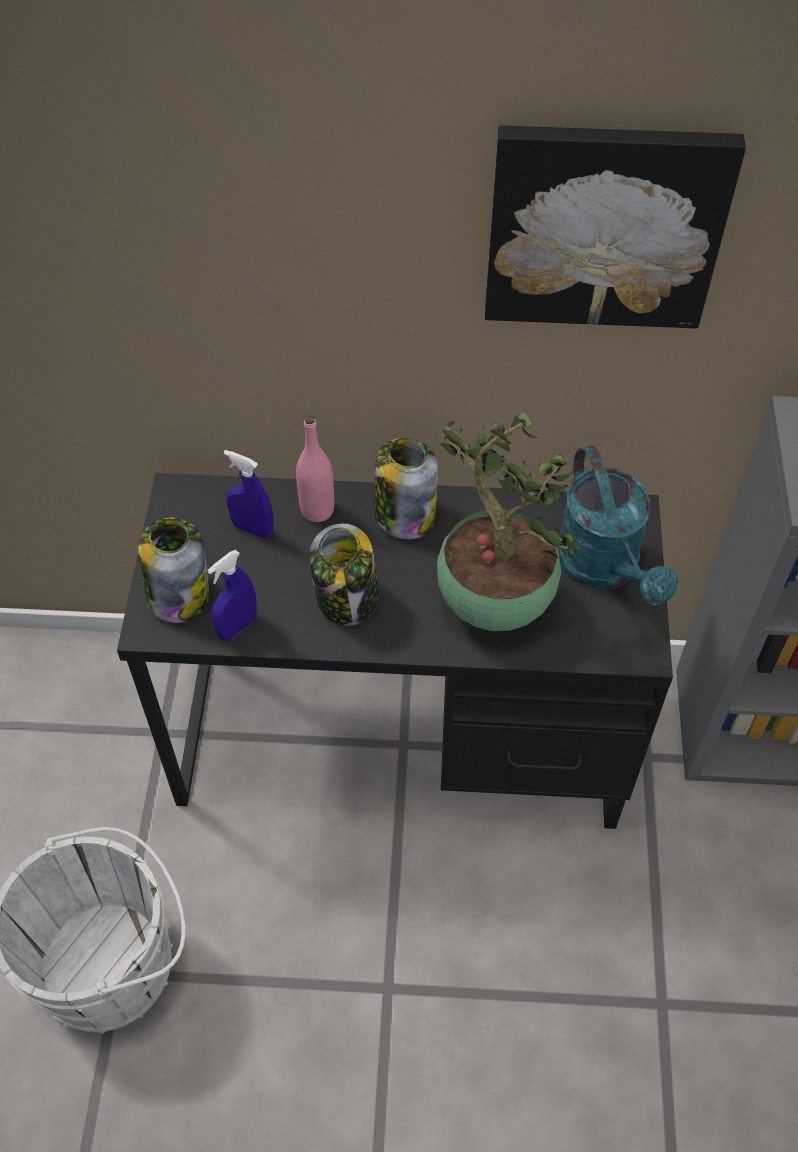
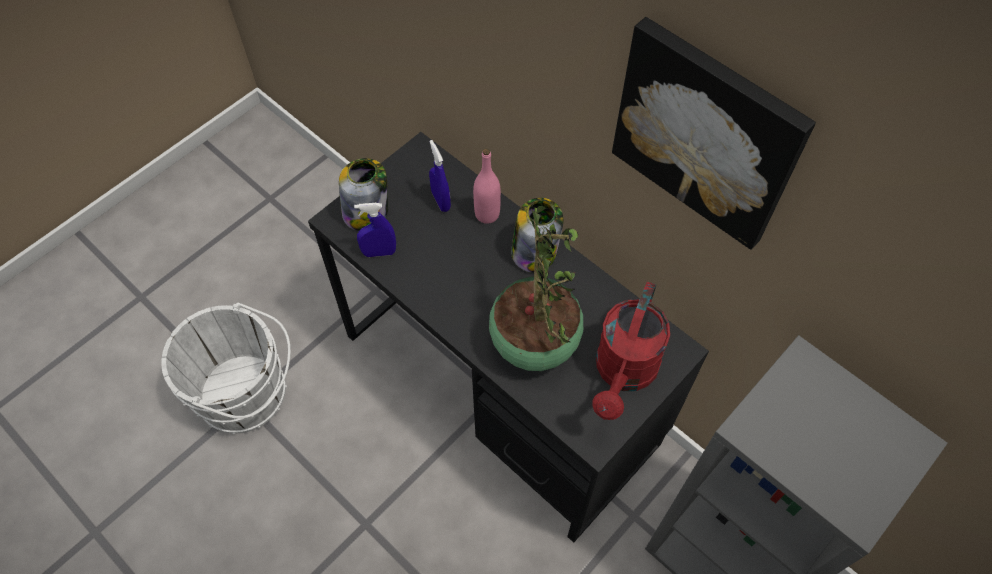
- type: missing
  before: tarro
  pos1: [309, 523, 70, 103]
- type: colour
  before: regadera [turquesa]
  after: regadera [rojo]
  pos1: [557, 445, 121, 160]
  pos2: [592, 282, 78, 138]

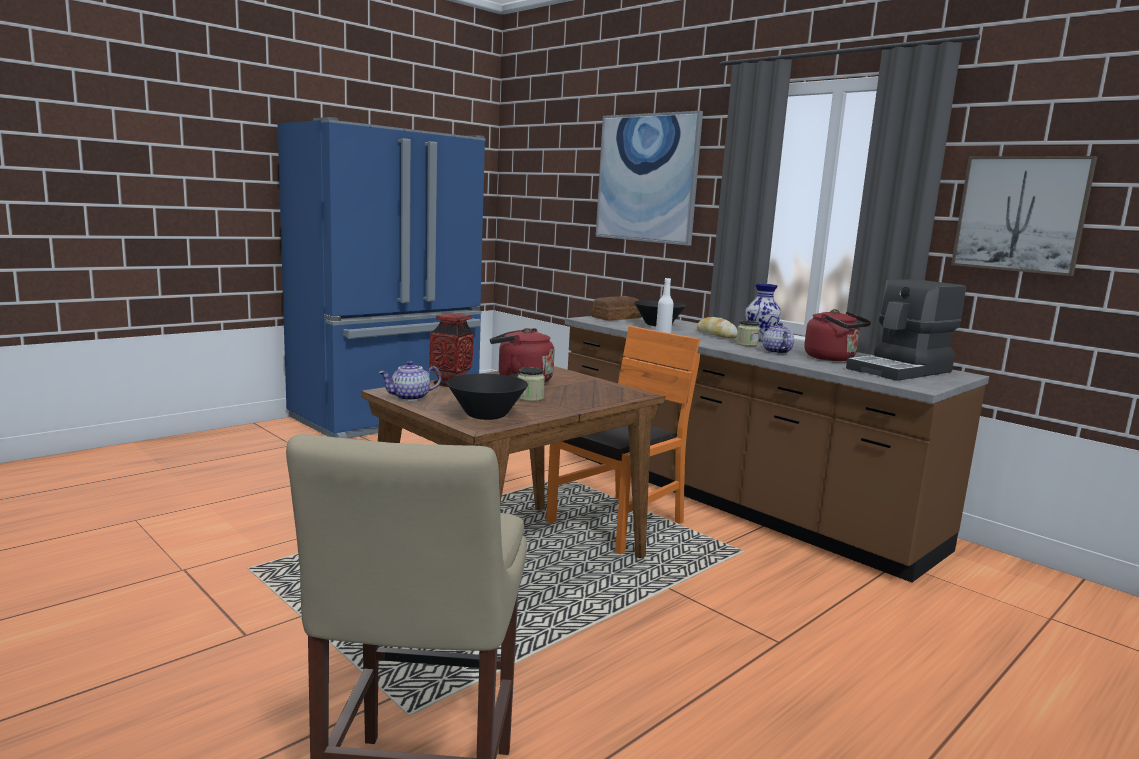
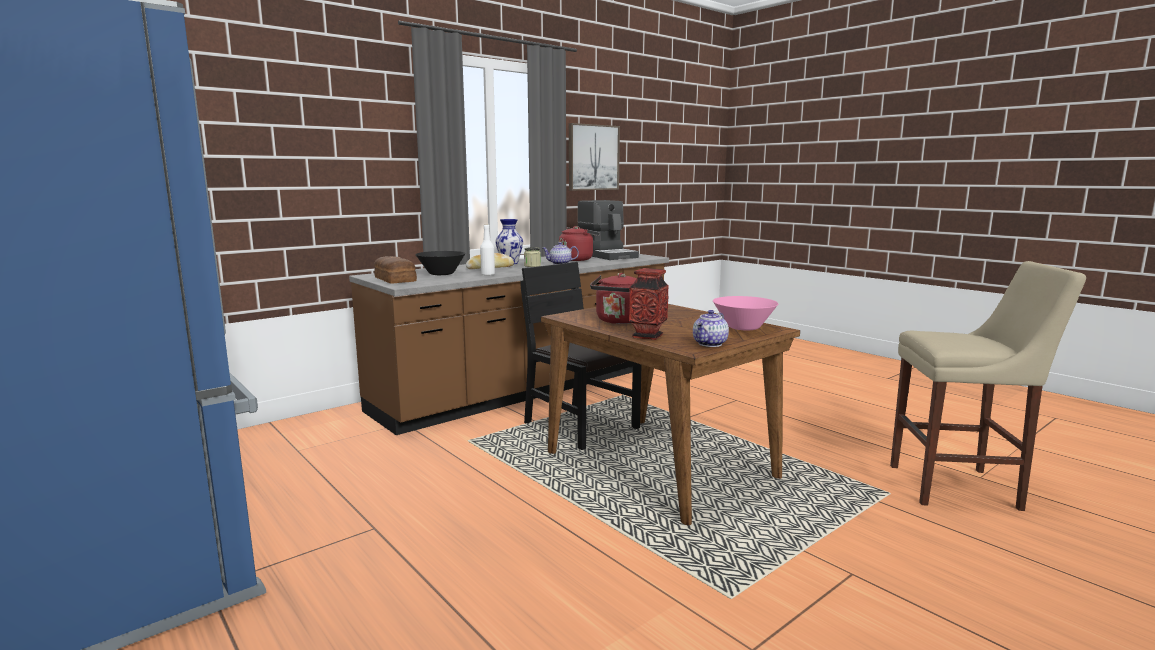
- type: spun
  before: tetera
  pos1: [378, 361, 63, 40]
  pos2: [693, 310, 36, 37]
  turn: 60
- type: colour
  before: cuenco [negro]
  after: cuenco [rosa]
  pos1: [446, 374, 82, 46]
  pos2: [713, 296, 65, 34]
- type: missing
  before: tarro
  pos1: [517, 367, 28, 34]
- type: colour
  before: silla [naranja]
  after: silla [negro]
  pos1: [546, 326, 154, 228]
  pos2: [520, 262, 122, 188]
- type: missing
  before: cuadro
  pos1: [596, 111, 107, 135]

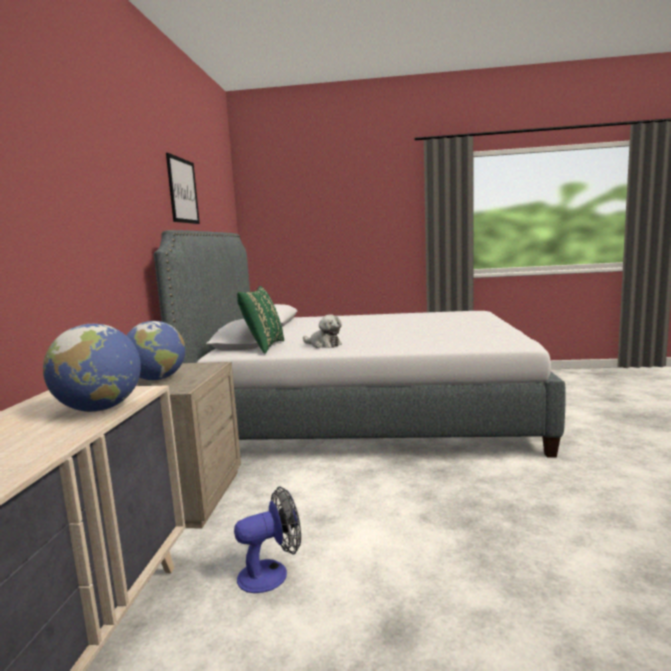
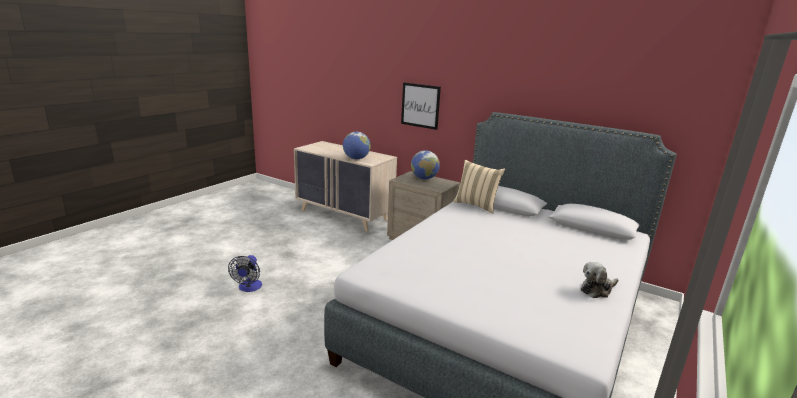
- type: relocated
  before: cuadro
  pos1: [166, 153, 34, 71]
  pos2: [401, 82, 40, 48]
- type: relocated
  before: ventilador
  pos1: [234, 487, 67, 106]
  pos2: [228, 255, 34, 37]
- type: colour
  before: cojín [verde]
  after: cojín [beis]
  pos1: [237, 286, 47, 68]
  pos2: [453, 160, 52, 54]
- type: relocated
  before: peluche
  pos1: [303, 314, 39, 34]
  pos2: [581, 262, 38, 36]

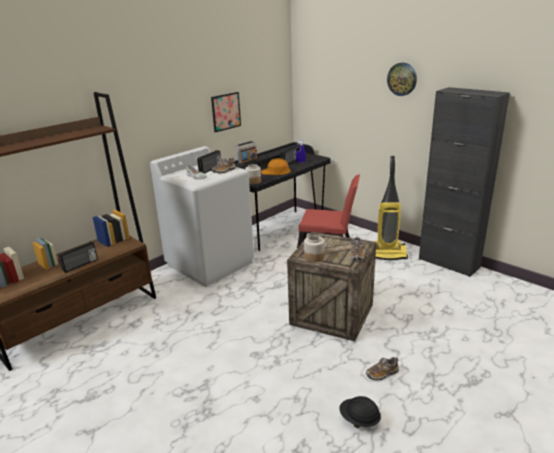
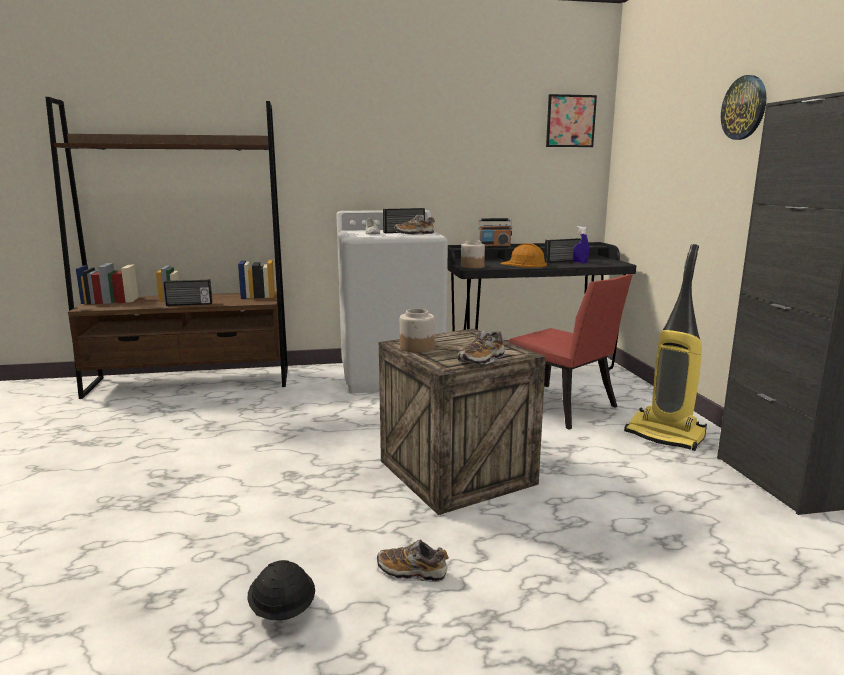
- type: relocated
  before: cuadro
  pos1: [211, 92, 30, 40]
  pos2: [546, 94, 51, 53]

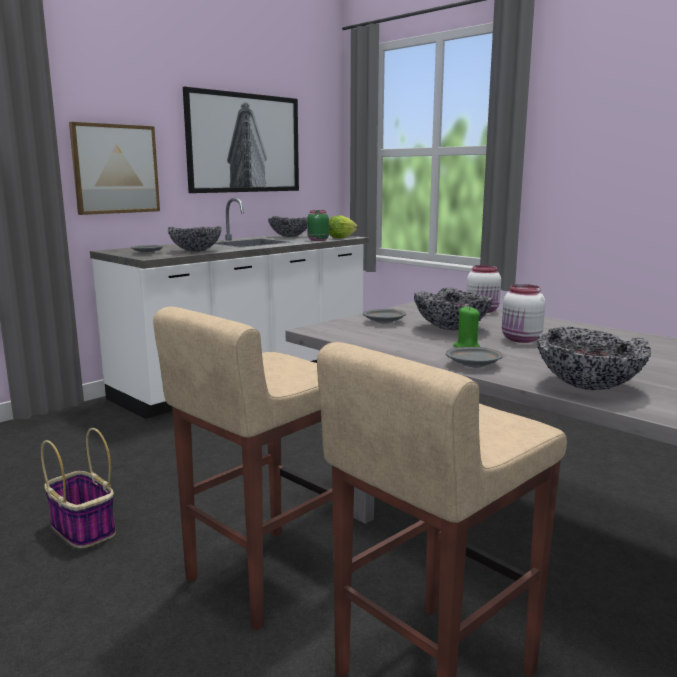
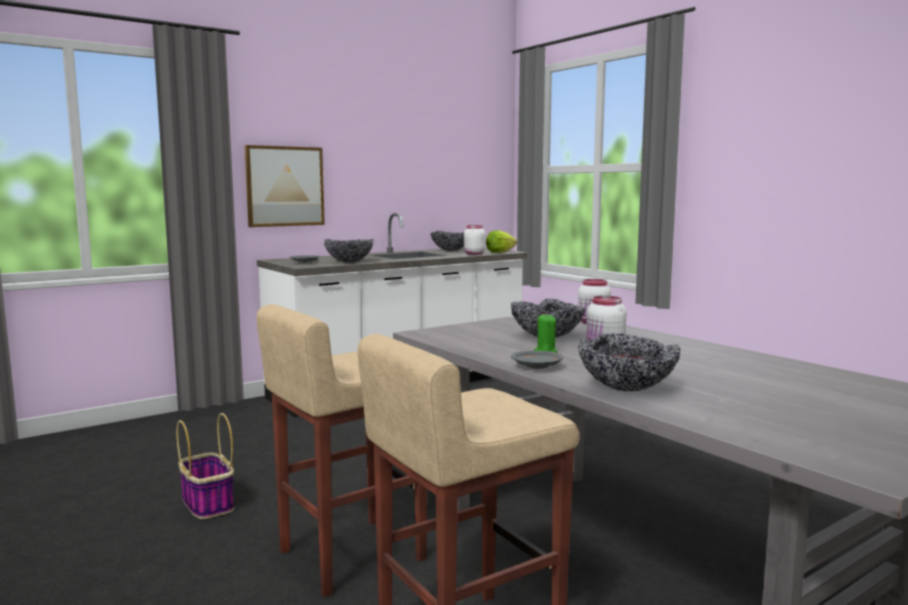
- type: missing
  before: cuadro
  pos1: [183, 86, 116, 107]
- type: colour
  before: tarro [verde]
  after: tarro [blanco]
  pos1: [307, 210, 22, 31]
  pos2: [464, 225, 21, 30]
- type: missing
  before: plato [gris]
  pos1: [363, 309, 43, 15]

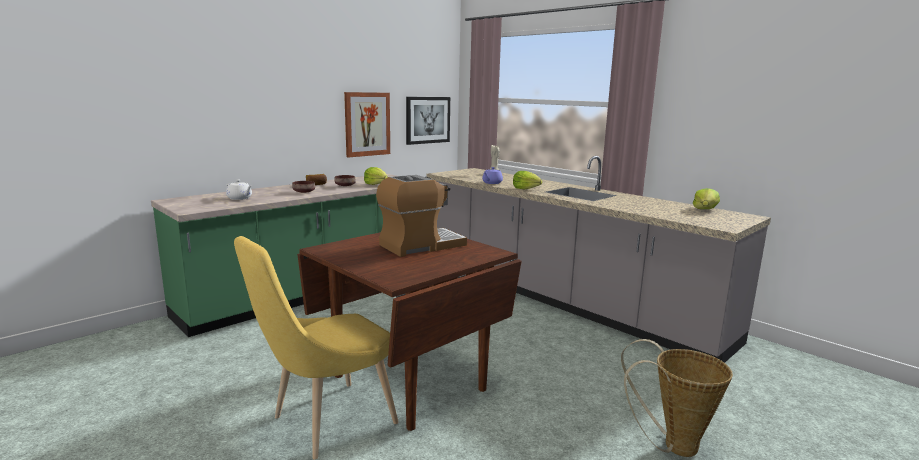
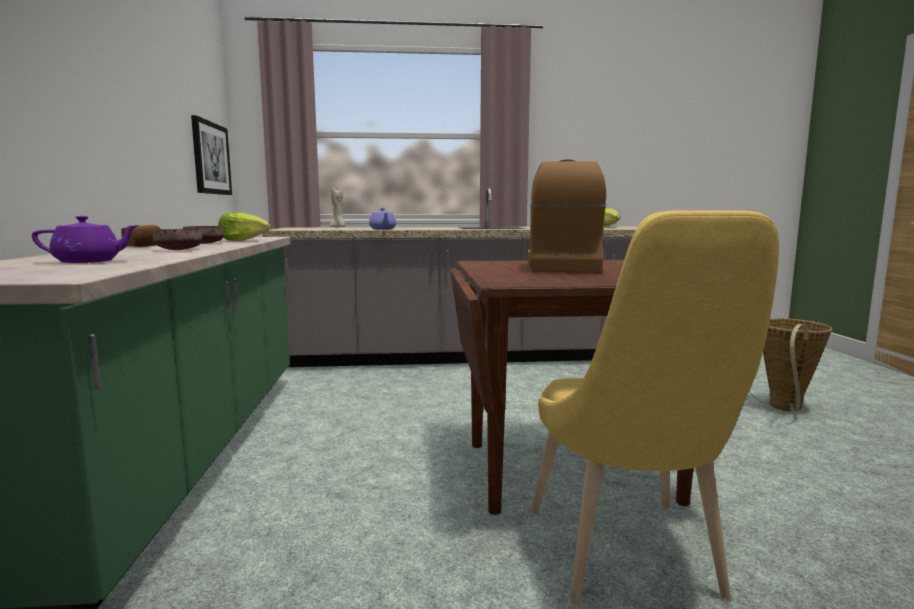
- type: colour
  before: tetera [blanco]
  after: tetera [morado]
  pos1: [226, 180, 26, 20]
  pos2: [32, 216, 107, 47]
- type: missing
  before: cuadro
  pos1: [344, 92, 46, 66]
- type: missing
  before: lechuga
  pos1: [513, 171, 30, 18]

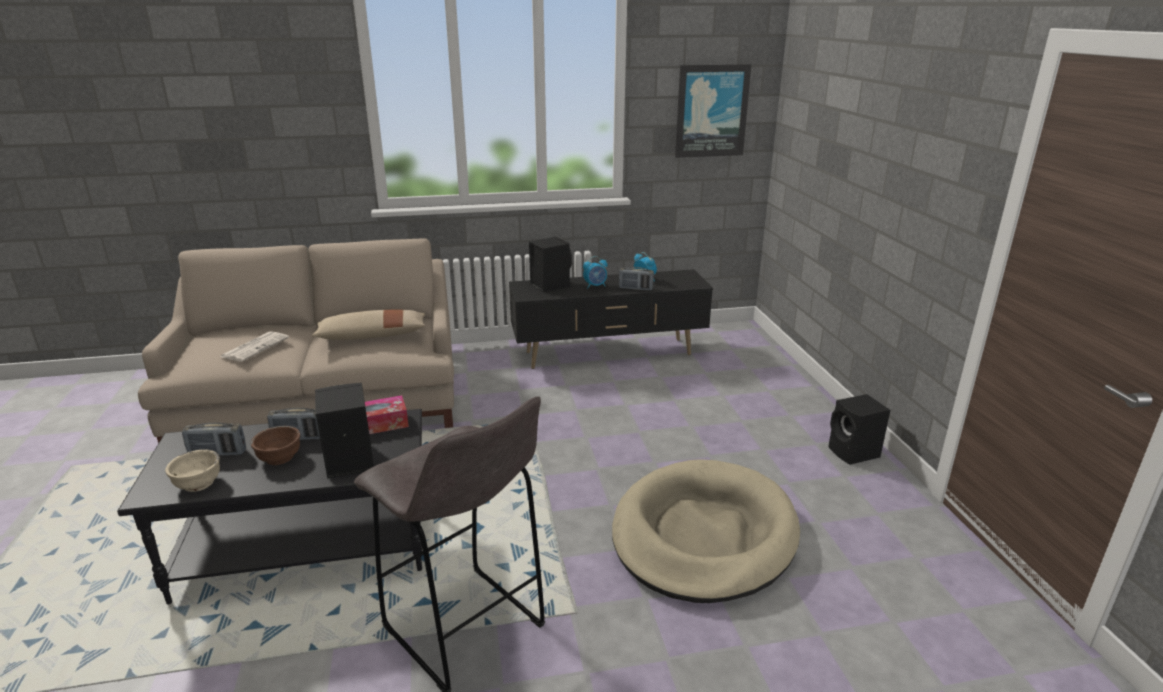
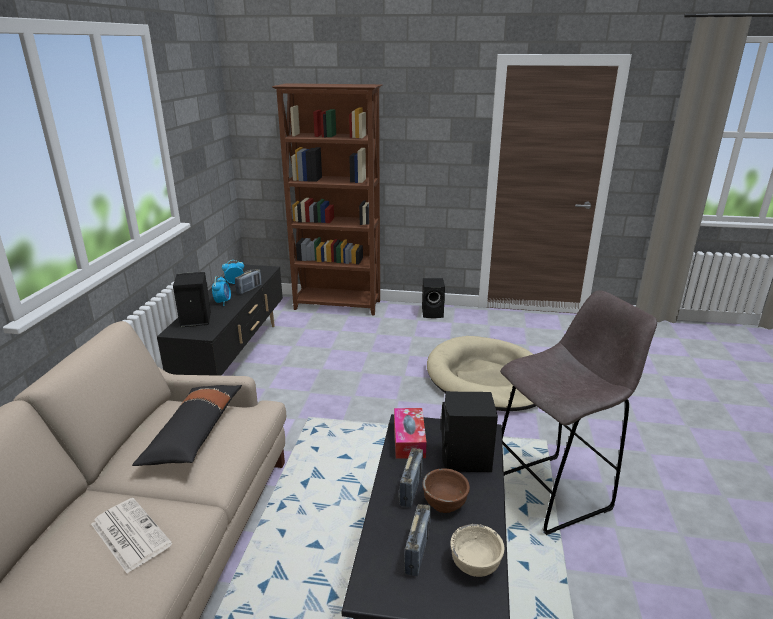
- type: colour
  before: cojín [beis]
  after: cojín [negro]
  pos1: [312, 309, 113, 31]
  pos2: [132, 385, 110, 81]
- type: missing
  before: cuadro
  pos1: [675, 64, 77, 94]
- type: appeared
  after: estantería [marrón]
  pos2: [272, 83, 110, 232]

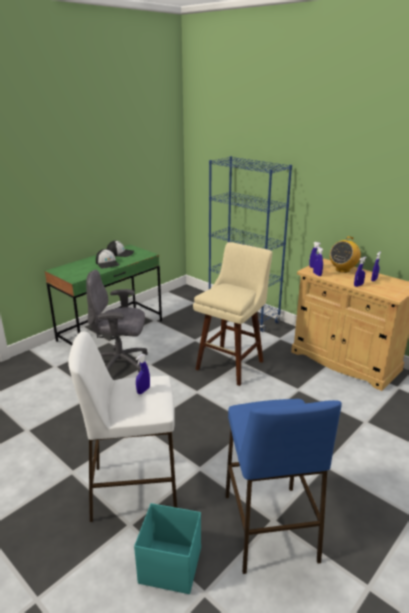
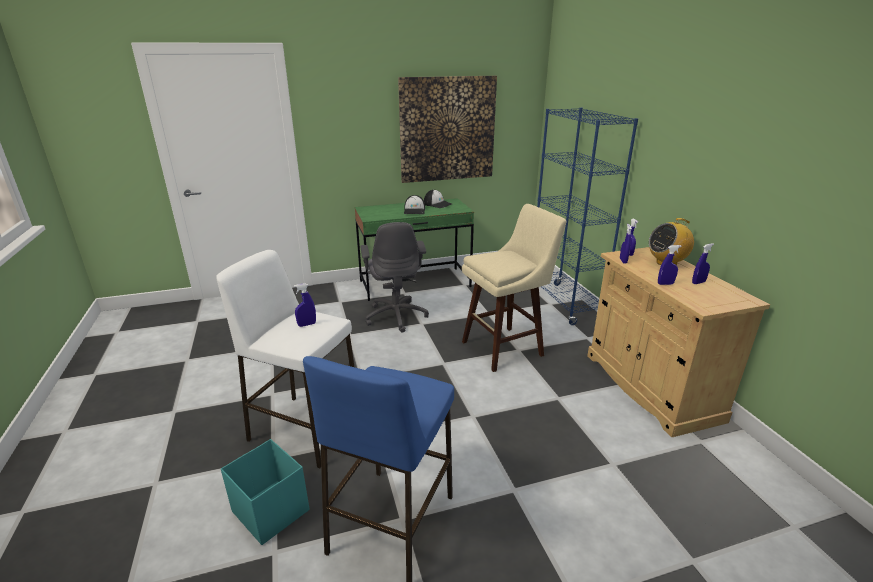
- type: spun
  before: silla de oficina [gris]
  pos1: [86, 270, 62, 103]
  pos2: [360, 222, 69, 111]
  turn: -135
- type: appeared
  after: cuadro
  pos2: [398, 76, 99, 107]

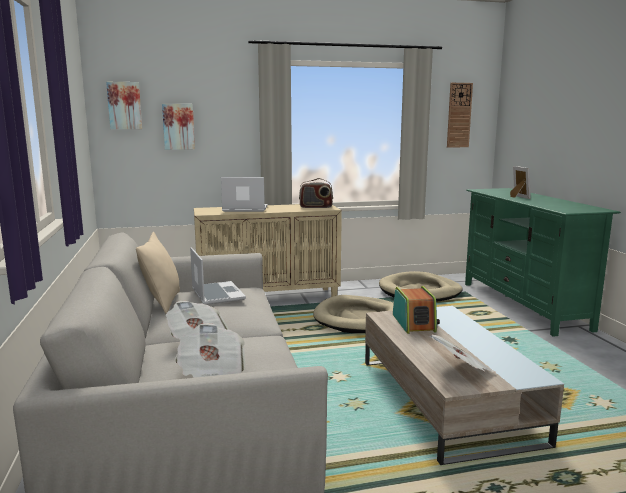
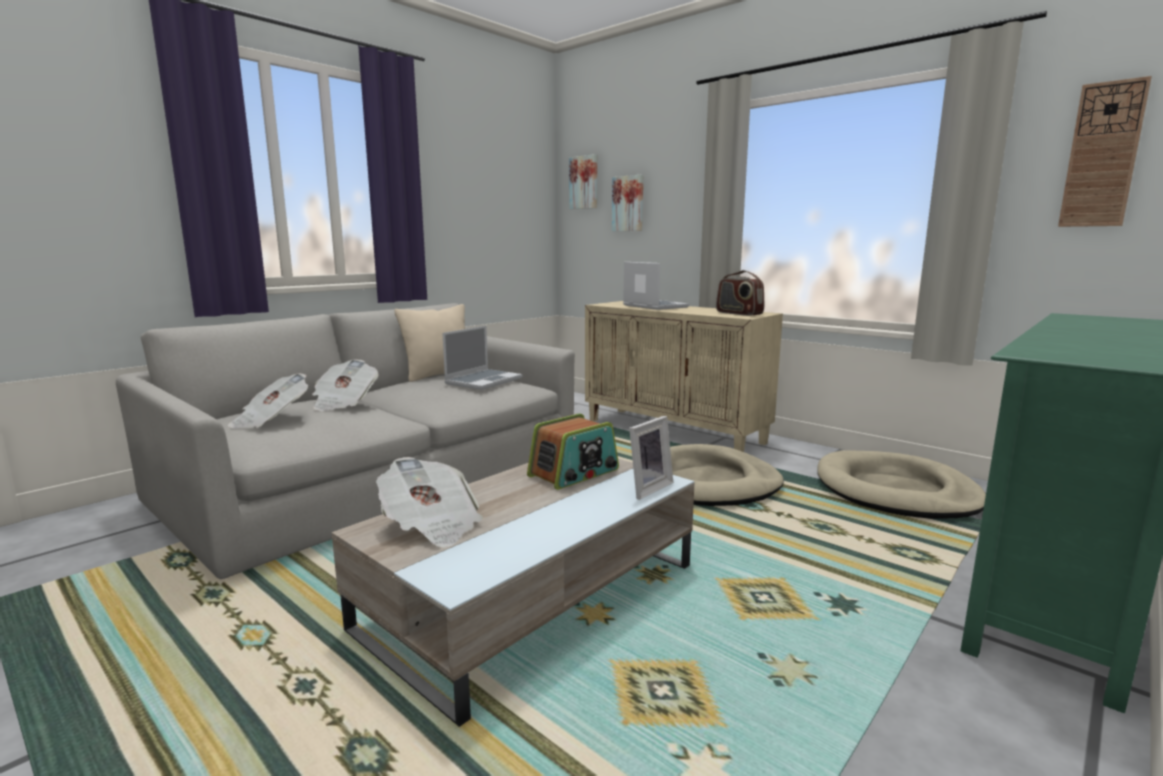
- type: relocated
  before: portarretratos
  pos1: [510, 166, 21, 33]
  pos2: [629, 416, 44, 84]

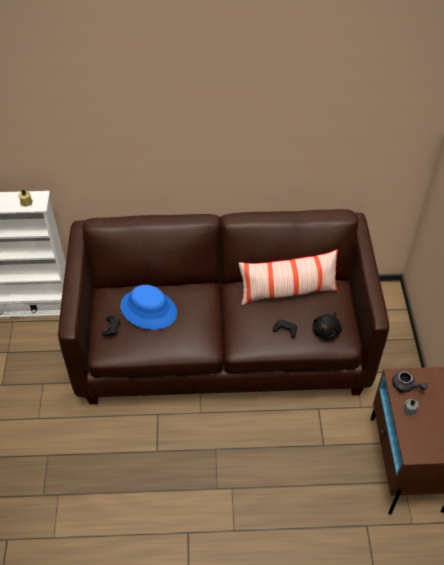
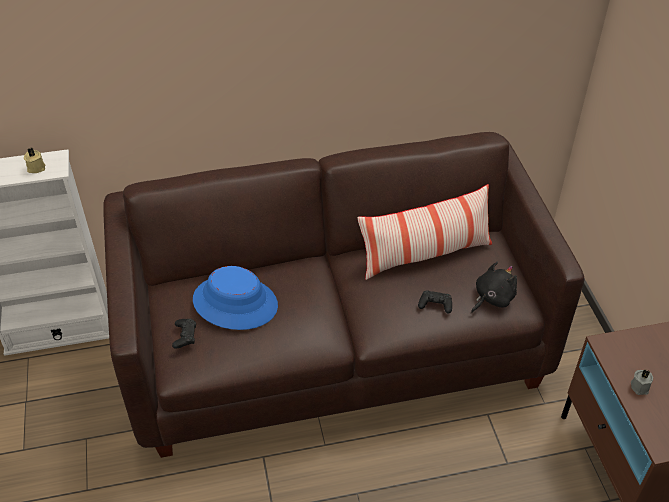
- type: spun
  before: peluche [negro]
  pos1: [312, 312, 30, 28]
  pos2: [471, 261, 46, 52]
  turn: -150
- type: missing
  before: tetera [gris]
  pos1: [392, 371, 36, 22]

